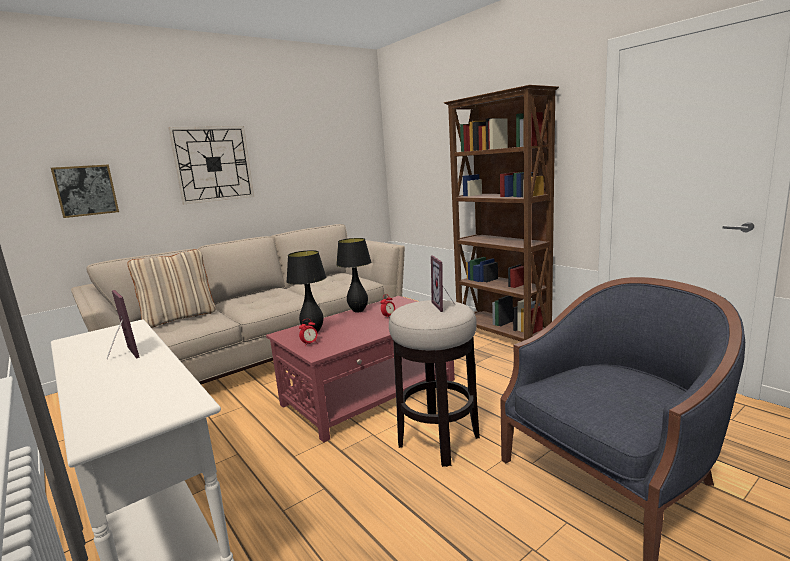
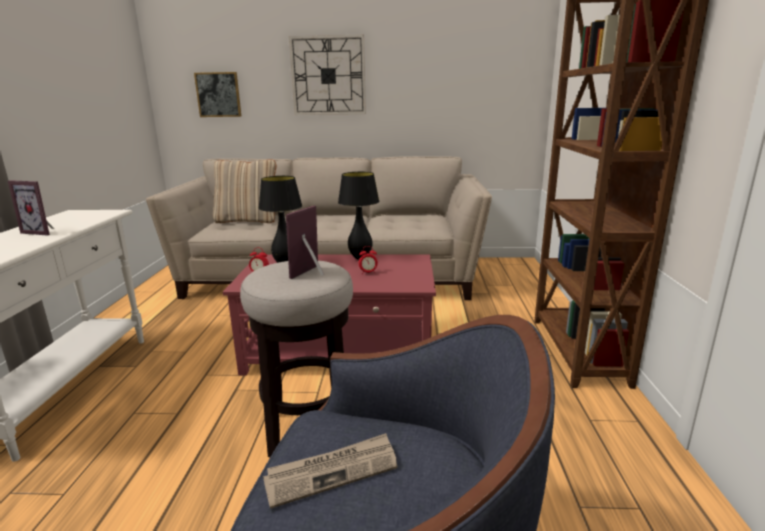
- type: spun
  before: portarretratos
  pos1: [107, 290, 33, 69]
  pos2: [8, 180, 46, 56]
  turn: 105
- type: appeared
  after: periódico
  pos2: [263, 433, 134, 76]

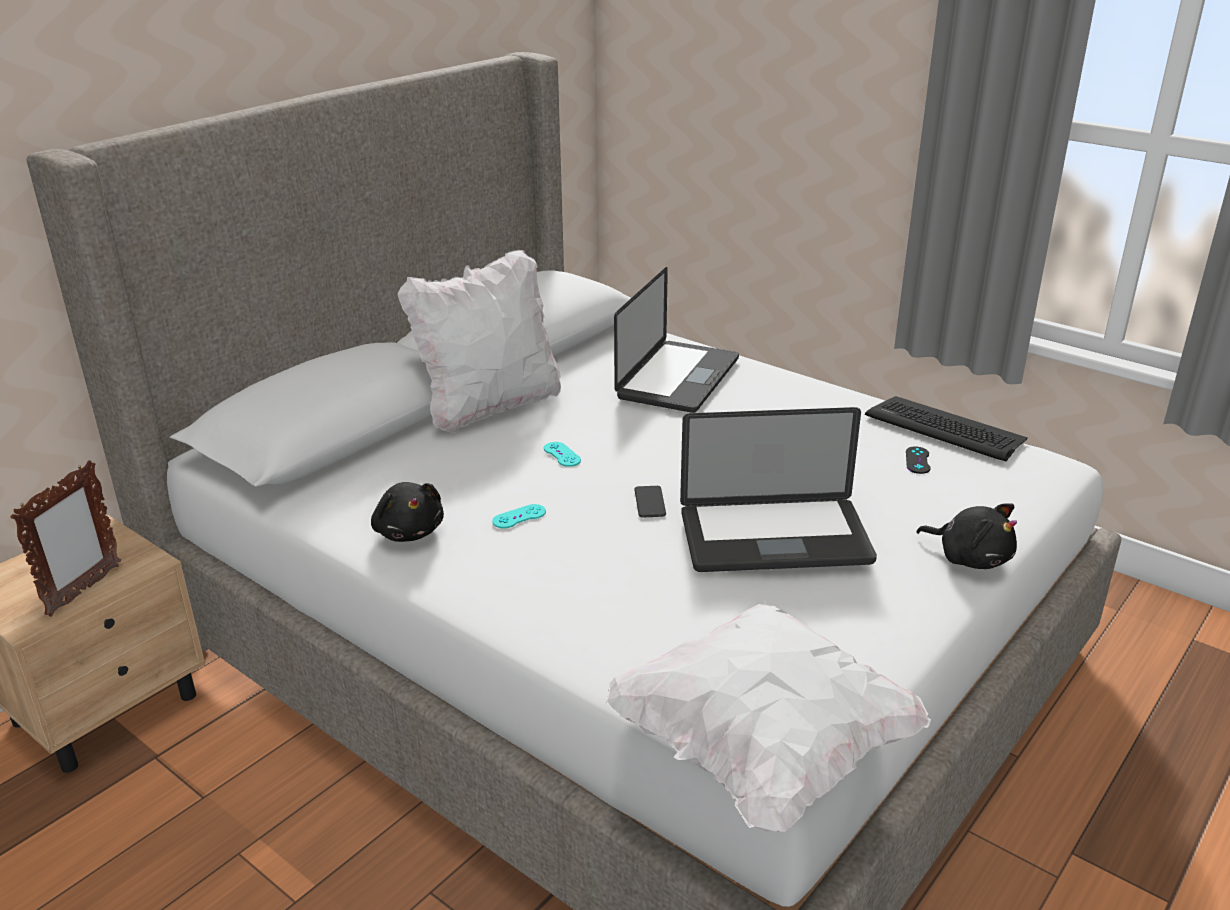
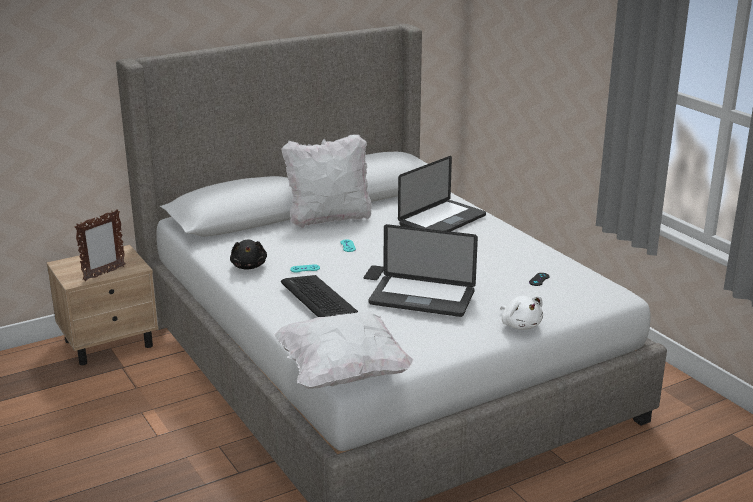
- type: relocated
  before: teclado
  pos1: [865, 396, 162, 65]
  pos2: [281, 275, 77, 42]
- type: colour
  before: peluche [negro]
  after: peluche [blanco]
  pos1: [916, 503, 101, 66]
  pos2: [500, 296, 43, 34]

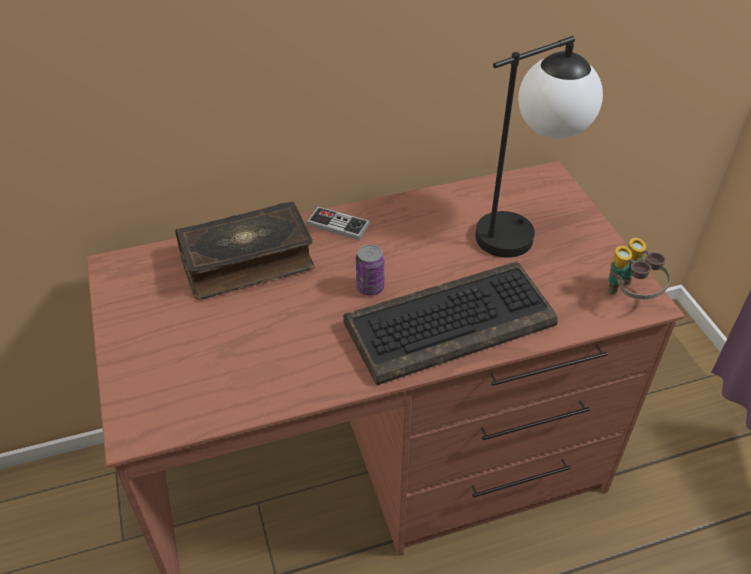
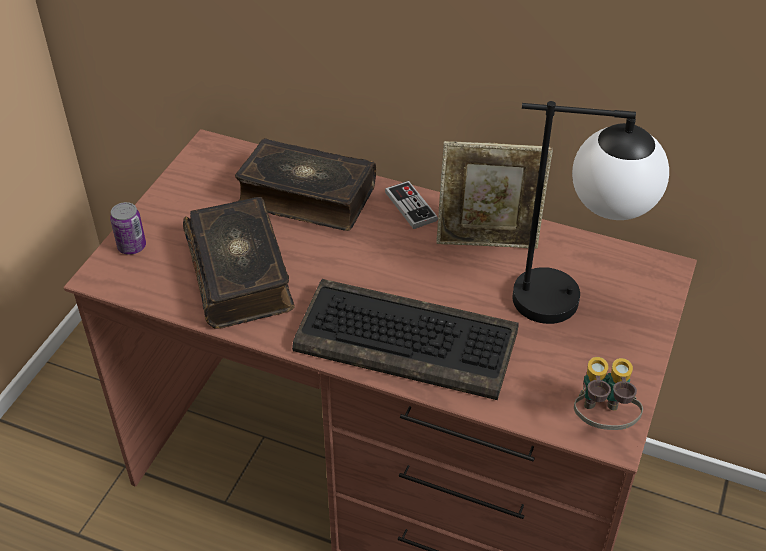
- type: relocated
  before: lata
  pos1: [356, 244, 29, 52]
  pos2: [110, 202, 36, 53]
- type: appeared
  after: libro
  pos2: [183, 197, 112, 131]
- type: appeared
  after: portarretratos
  pos2: [437, 141, 116, 108]

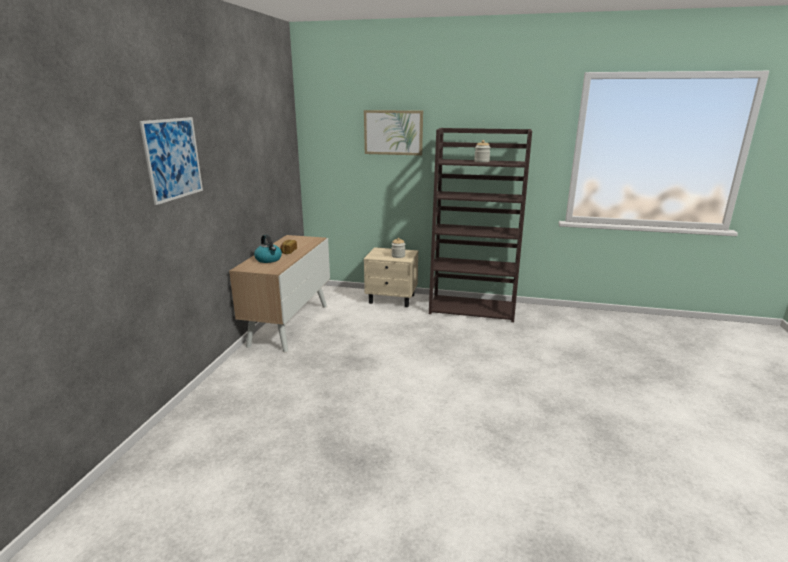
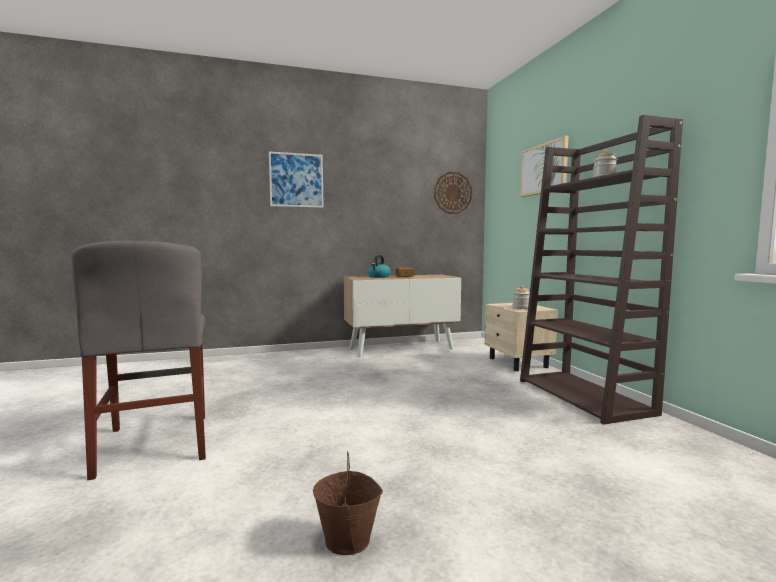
- type: appeared
  after: silla [gris]
  pos2: [71, 241, 135, 239]
- type: appeared
  after: cubo [marrón]
  pos2: [313, 451, 70, 104]
- type: appeared
  after: reloj de pared
  pos2: [434, 172, 38, 42]

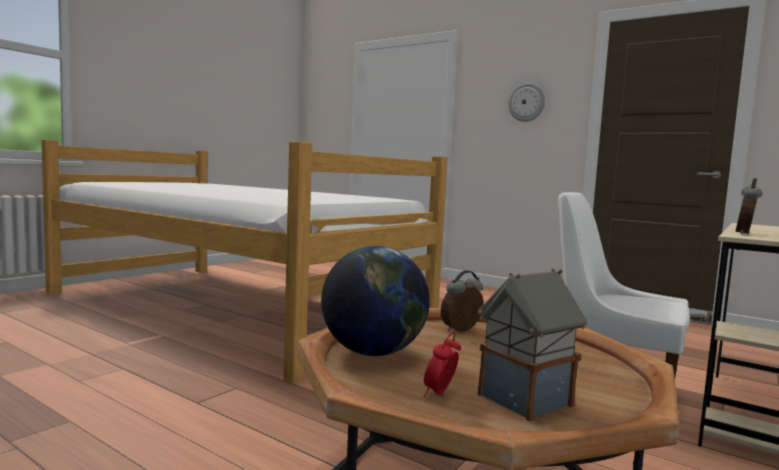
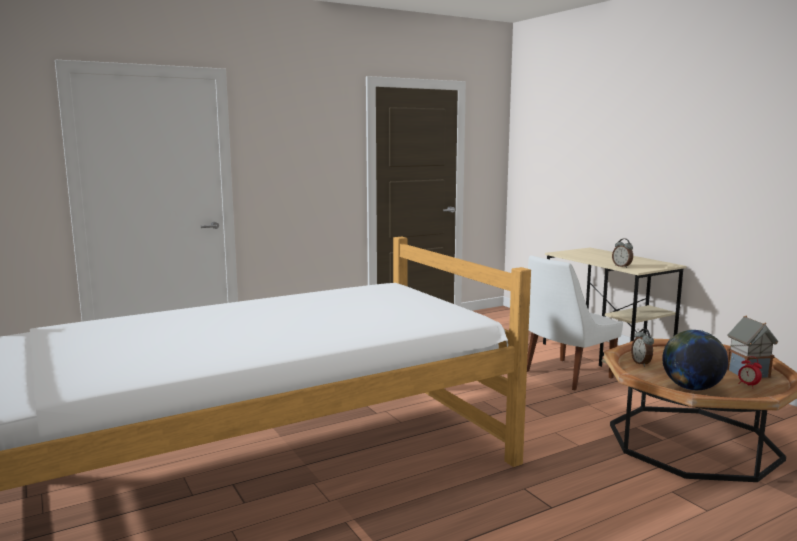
- type: missing
  before: reloj de pared
  pos1: [508, 83, 37, 39]

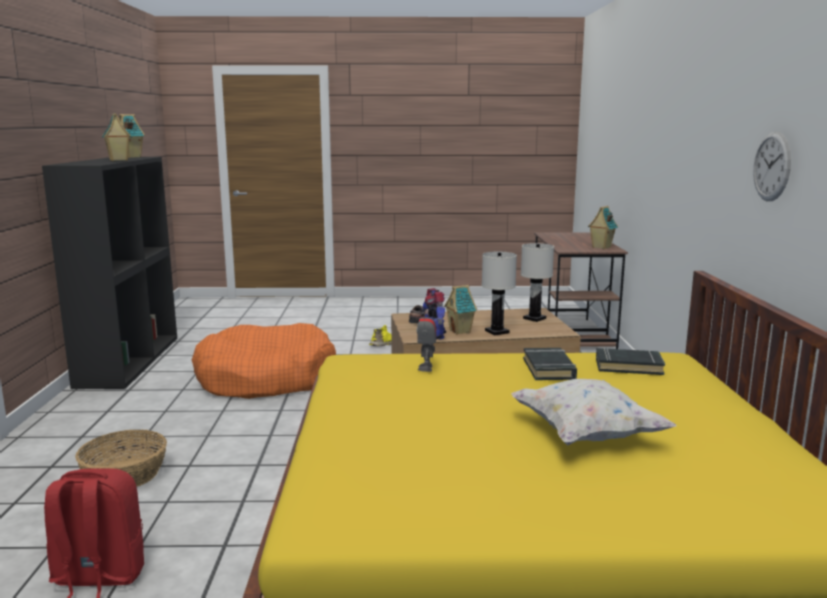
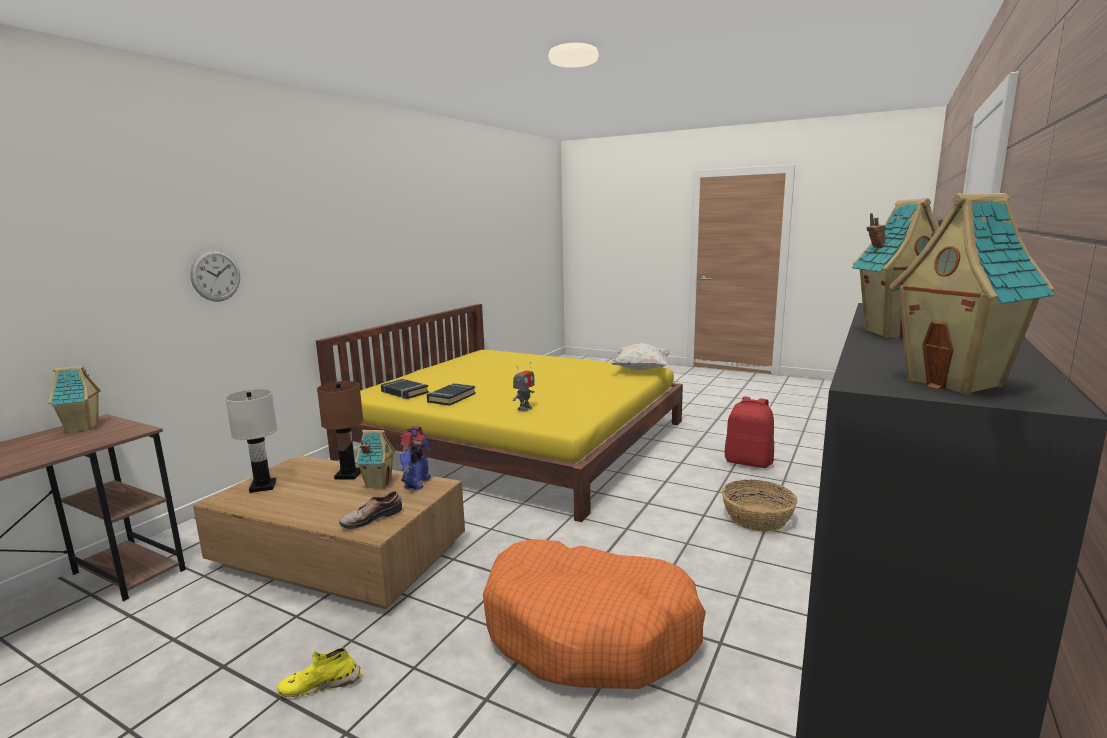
- type: colour
  before: lámpara de mesa [blanco]
  after: lámpara de mesa [marrón]
  pos1: [482, 252, 35, 84]
  pos2: [317, 381, 47, 99]
- type: relocated
  before: cojín [blanco]
  pos1: [511, 379, 165, 66]
  pos2: [610, 343, 61, 27]
- type: relocated
  before: reloj de pared
  pos1: [753, 132, 38, 69]
  pos2: [190, 250, 50, 51]

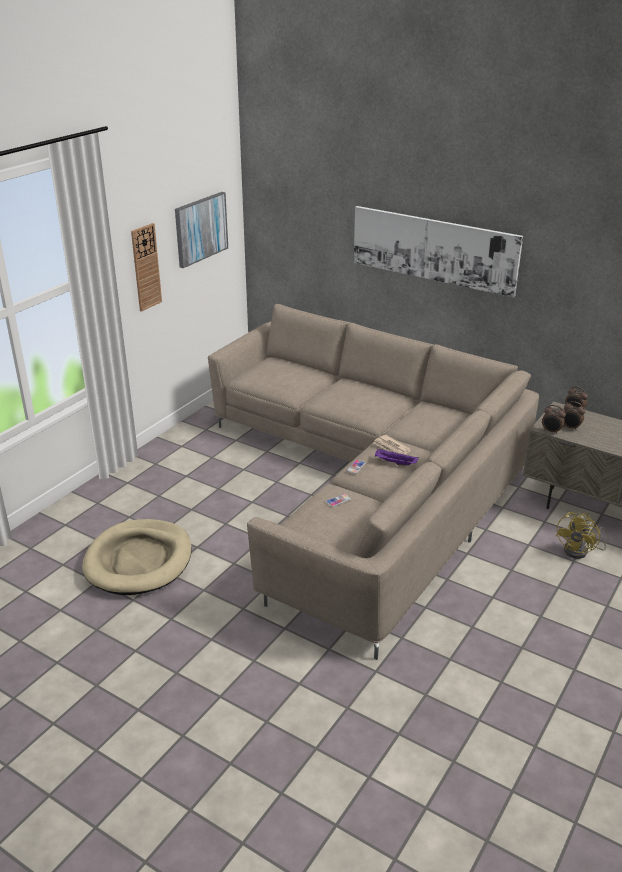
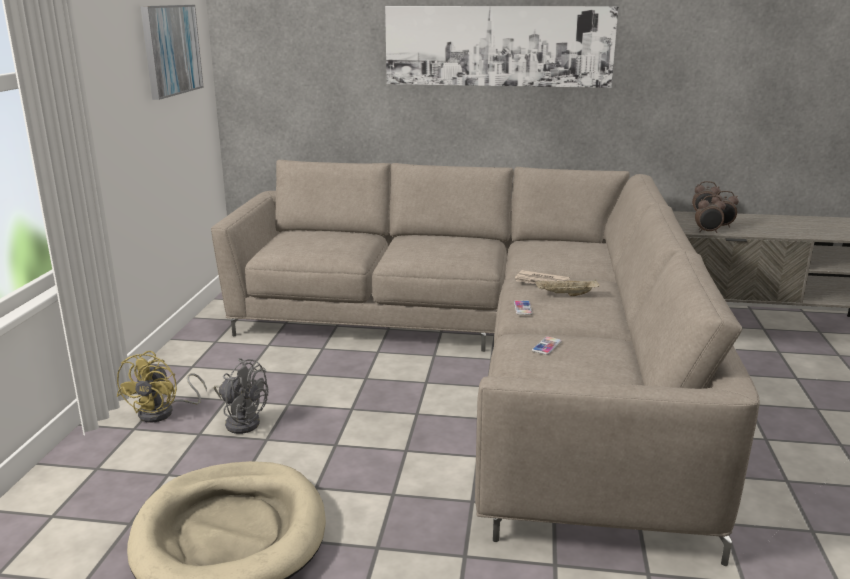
- type: missing
  before: reloj de pared
  pos1: [131, 223, 31, 88]
- type: colour
  before: bandeja [morado]
  after: bandeja [beis]
  pos1: [375, 449, 44, 17]
  pos2: [535, 279, 65, 17]
- type: relocated
  before: ventilador [amarillo]
  pos1: [556, 512, 53, 47]
  pos2: [117, 351, 90, 72]
- type: appeared
  after: ventilador [gris]
  pos2: [214, 358, 54, 76]

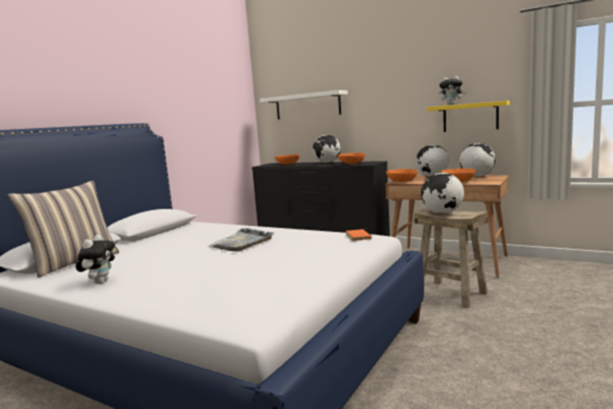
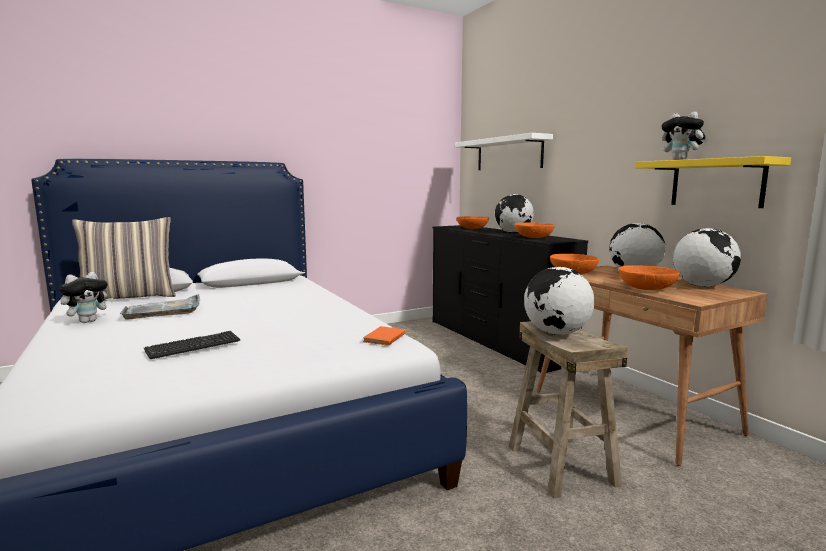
- type: relocated
  before: bandeja [gris]
  pos1: [208, 228, 66, 23]
  pos2: [120, 294, 80, 26]
- type: appeared
  after: teclado
  pos2: [143, 331, 97, 28]

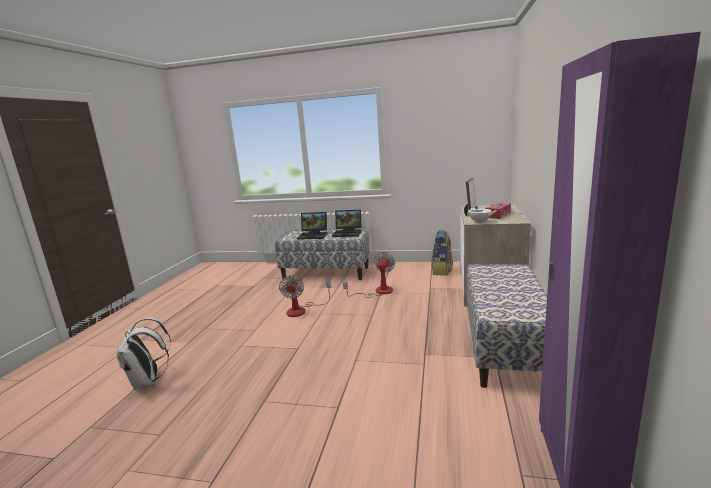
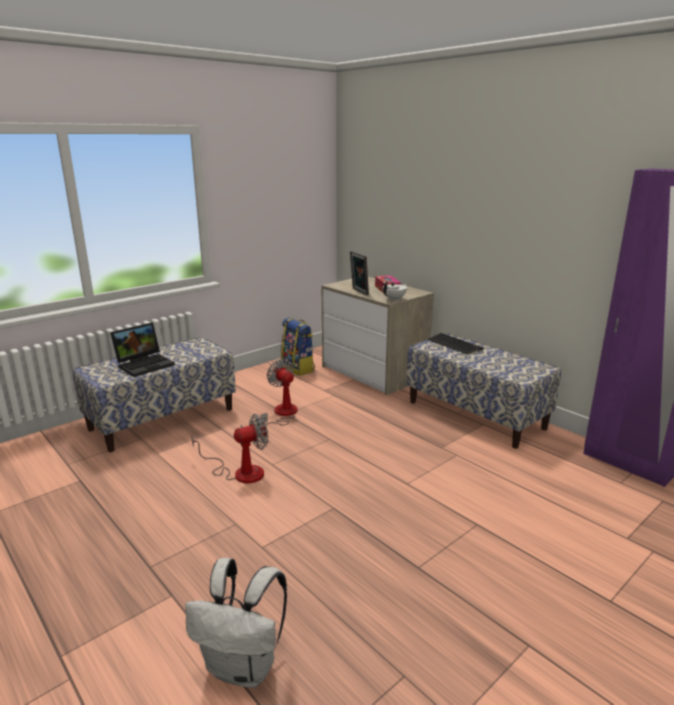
- type: spun
  before: ventilador
  pos1: [279, 276, 52, 41]
  pos2: [191, 414, 77, 69]
  turn: -60
- type: missing
  before: portátil
  pos1: [332, 210, 30, 27]
- type: appeared
  after: teclado
  pos2: [427, 333, 57, 22]

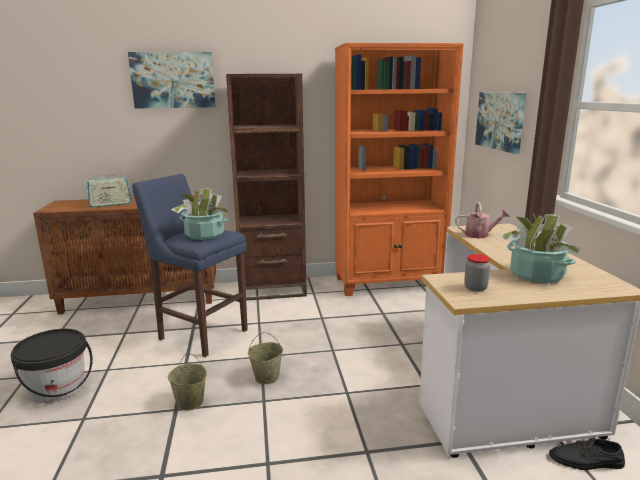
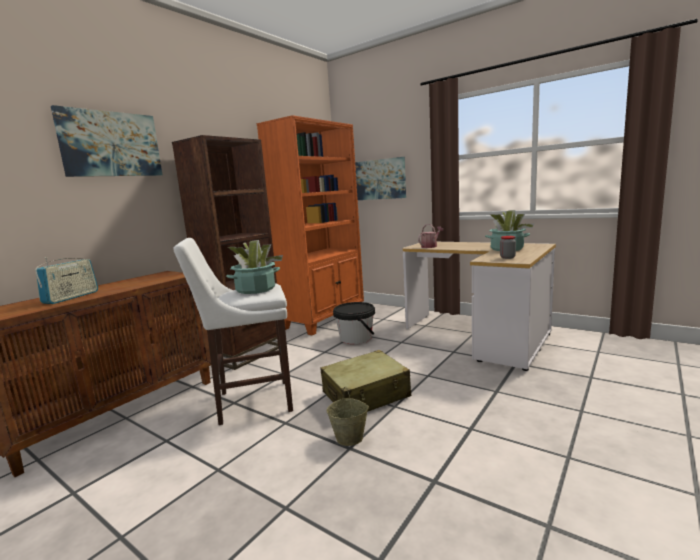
- type: relocated
  before: cubo [negro]
  pos1: [11, 329, 82, 74]
  pos2: [333, 302, 42, 42]
- type: colour
  before: taburete [azul]
  after: taburete [blanco]
  pos1: [132, 174, 116, 183]
  pos2: [173, 238, 120, 187]
- type: exchanged
  before: cubo [beis]
  after: maleta [beis]
  pos1: [248, 332, 35, 52]
  pos2: [320, 350, 91, 62]
- type: missing
  before: zapato [negro]
  pos1: [549, 436, 76, 34]

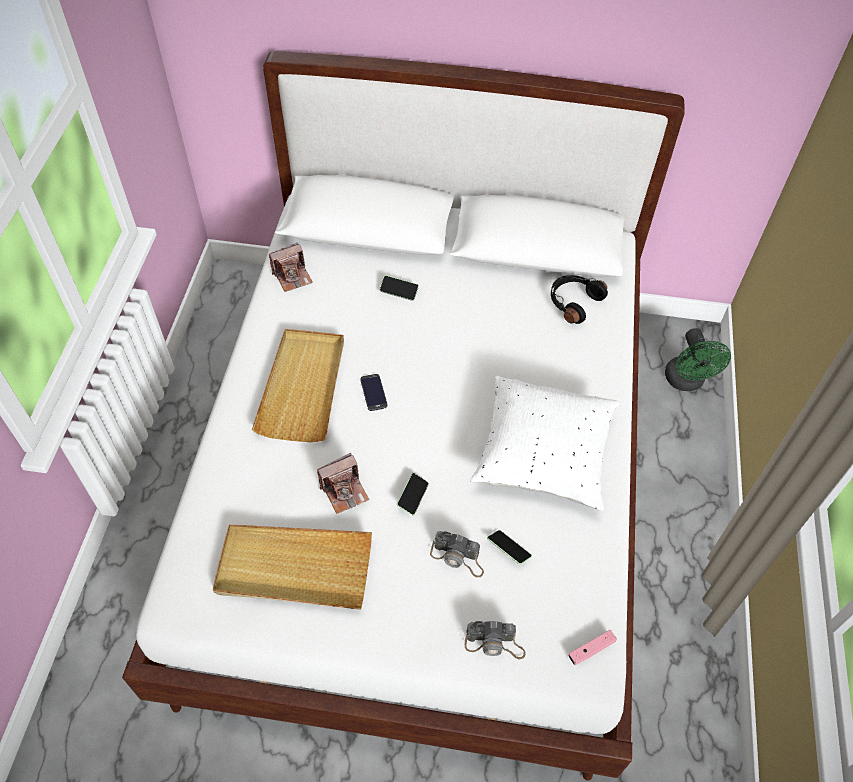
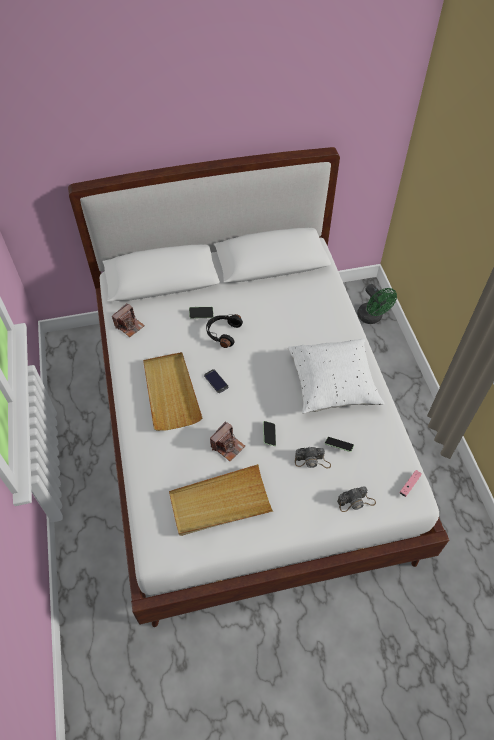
- type: relocated
  before: auriculares [negro]
  pos1: [551, 275, 57, 49]
  pos2: [206, 314, 37, 34]

